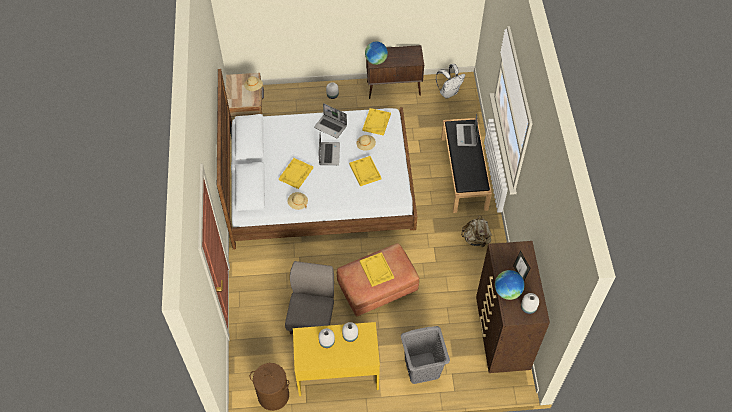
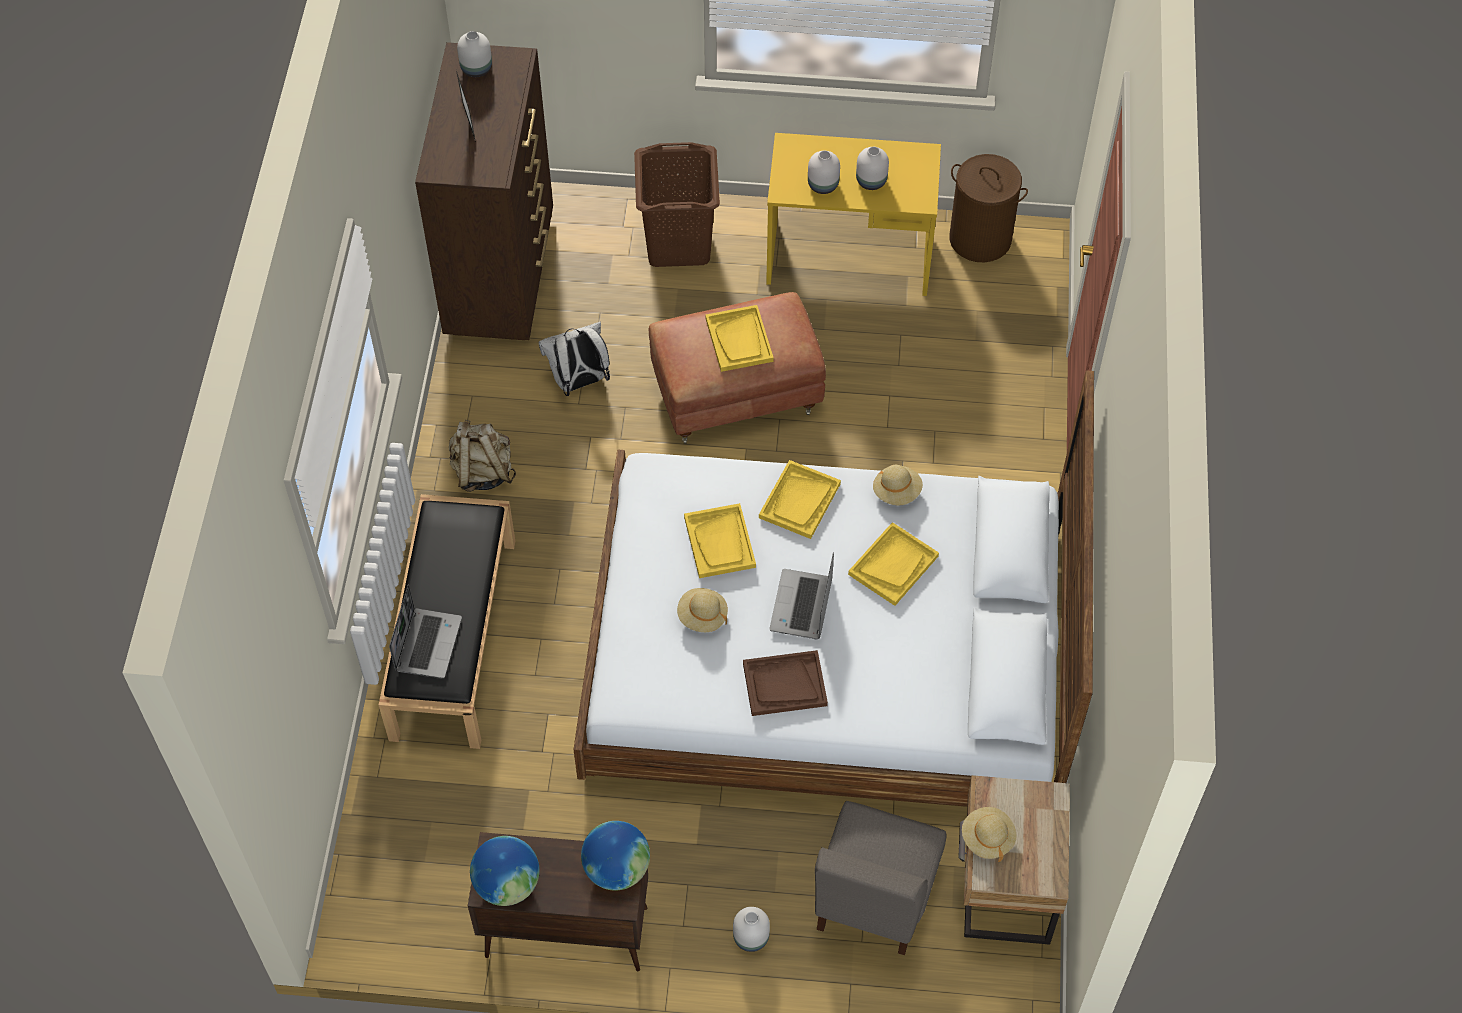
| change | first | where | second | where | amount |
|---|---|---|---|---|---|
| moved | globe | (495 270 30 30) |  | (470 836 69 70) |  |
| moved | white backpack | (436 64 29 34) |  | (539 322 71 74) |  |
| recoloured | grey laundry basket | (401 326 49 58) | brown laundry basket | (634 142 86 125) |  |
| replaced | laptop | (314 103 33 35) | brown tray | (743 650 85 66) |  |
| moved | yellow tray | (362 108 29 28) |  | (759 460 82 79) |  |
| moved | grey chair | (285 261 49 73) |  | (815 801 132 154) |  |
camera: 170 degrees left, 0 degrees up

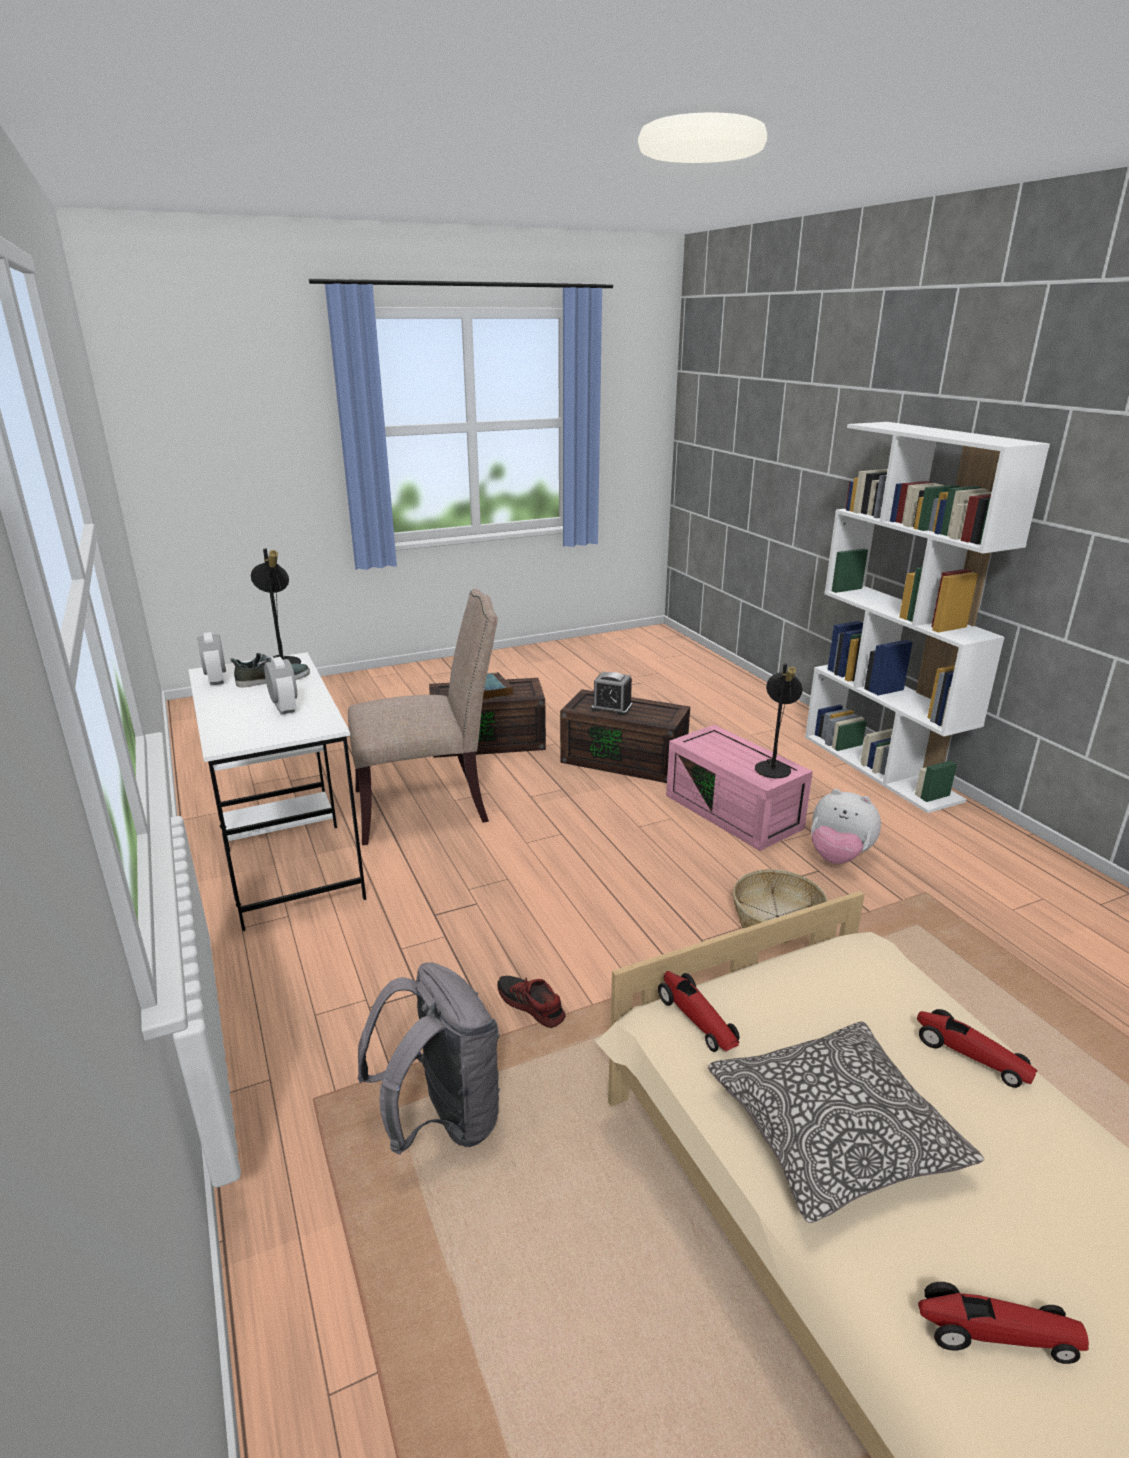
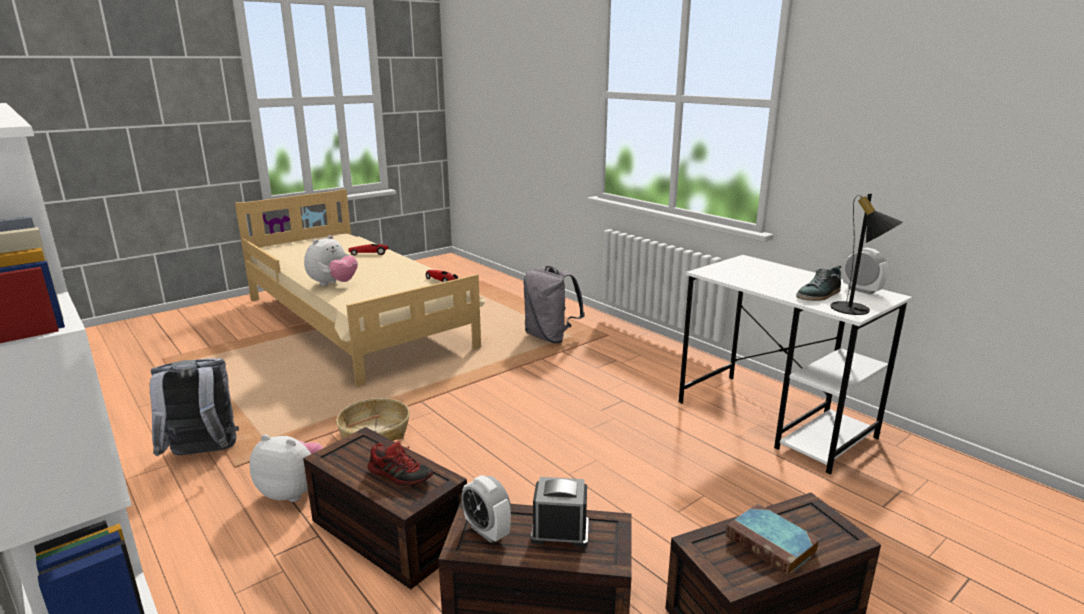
| change | first | where | second | where | amount |
|---|---|---|---|---|---|
| added |  |  | grey backpack | (150 358 89 98) |  |
| recoloured | pink storage box | (666 725 147 126) | brown storage box | (303 427 164 162) |  |
| replaced | toy car | (917 1009 120 79) | plush toy | (304 235 54 51) |  |
| moved | shoe | (497 976 69 52) |  | (368 441 65 44) |  |
| moved | alarm clock | (264 657 33 58) |  | (462 475 49 68) |  |
| removed | beige chair | (348 589 150 256) |  |  |  |
| removed | pillow | (708 1022 276 201) |  |  |  |
| removed | black table lamp | (755 663 48 115) |  |  |  |
camera: 165 degrees right, 5 degrees down

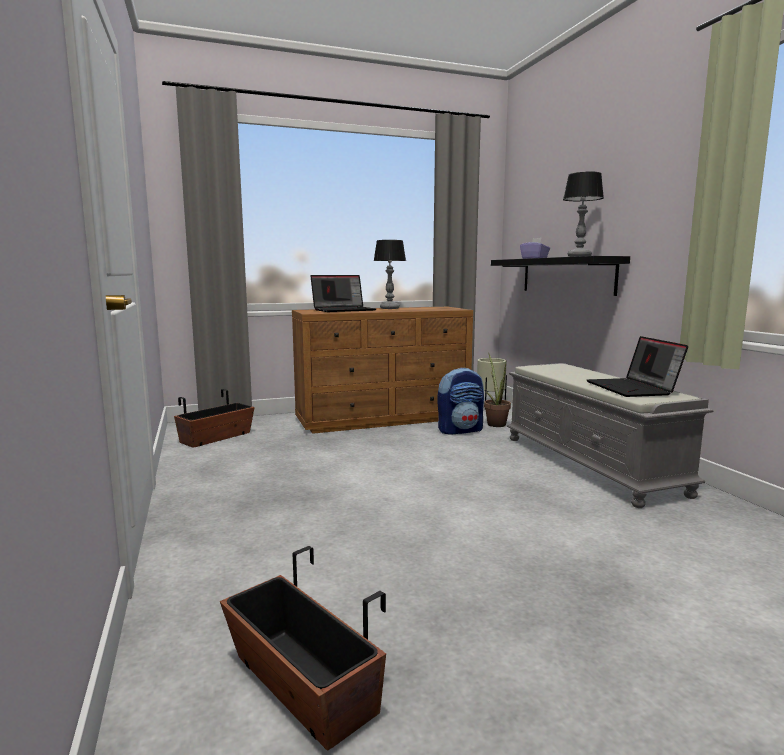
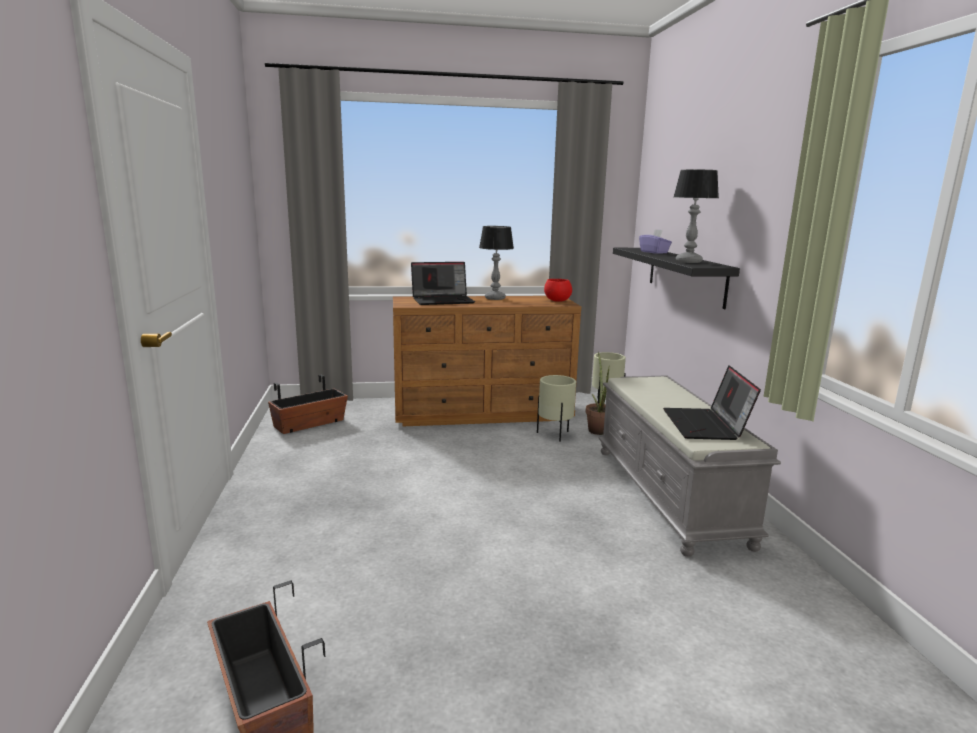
| change | first | where | second | where | amount |
|---|---|---|---|---|---|
| replaced | backpack | (437 368 47 67) | beige planter | (537 375 39 67) |  |
| added |  |  | red bowl | (544 279 28 23) |  |
camera: 10 degrees right, 5 degrees up

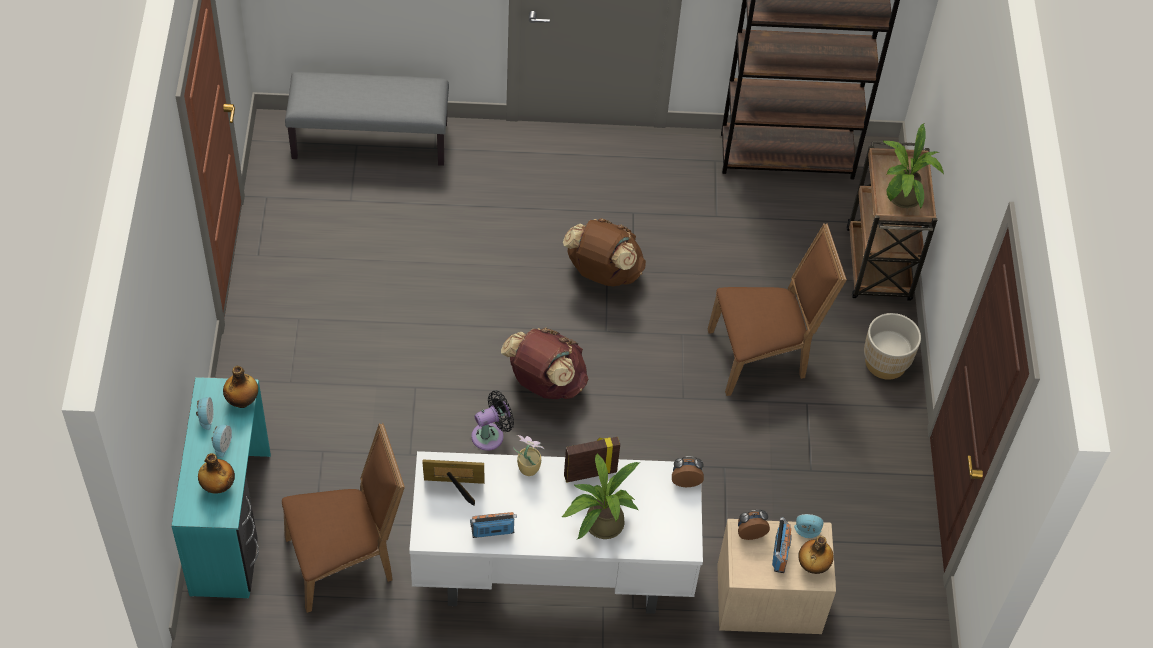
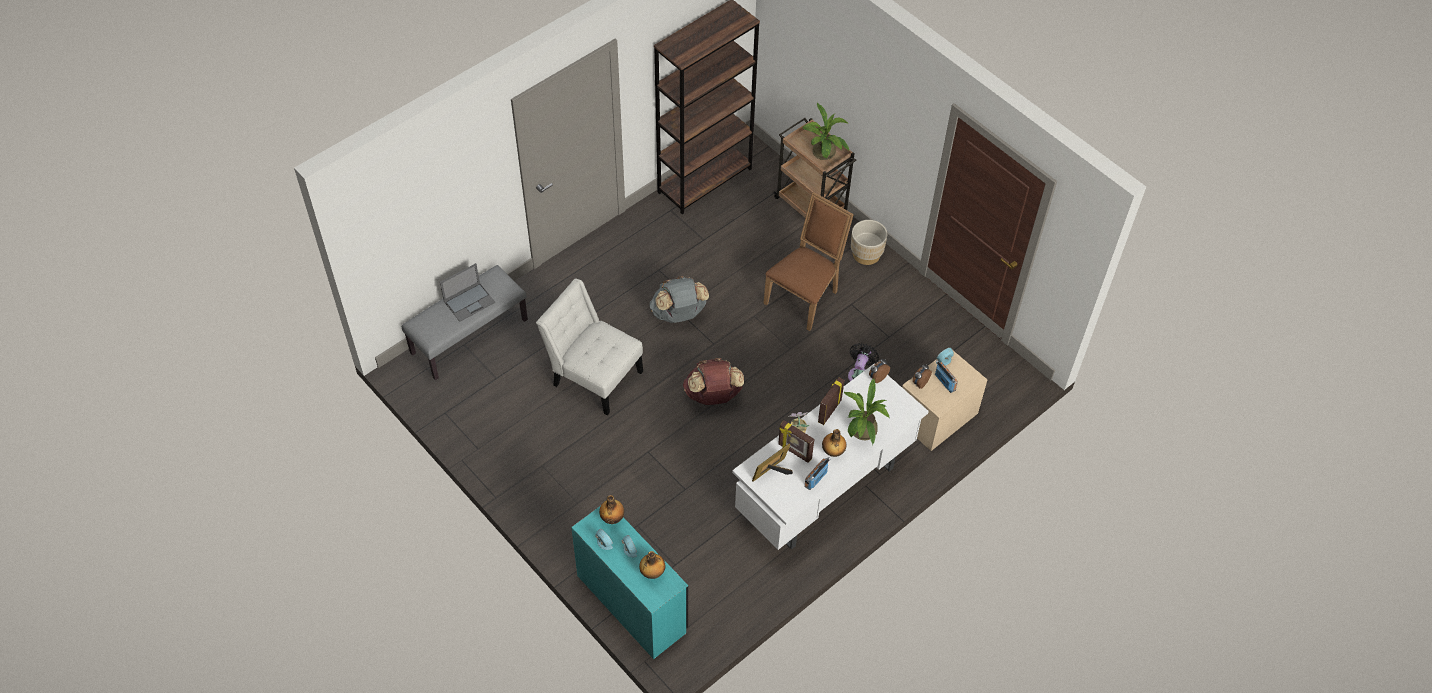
| change | first | where | second | where | amount |
|---|---|---|---|---|---|
| added |  |  | laptop | (440 263 55 59) |  |
| added |  |  | white chair | (536 278 107 137) |  |
| recoloured | brown backpack | (563 218 83 68) | grey backpack | (650 276 59 47) |  |
| added |  |  | picture frame | (778 420 36 43) |  |
| moved | bottle | (798 536 36 38) |  | (822 429 25 28) |  |
| moved | black fan | (472 391 42 60) |  | (848 343 31 38) |  |
| removed | brown chair | (282 423 123 190) |  |  |  |
camera: 40 degrees left, 0 degrees up

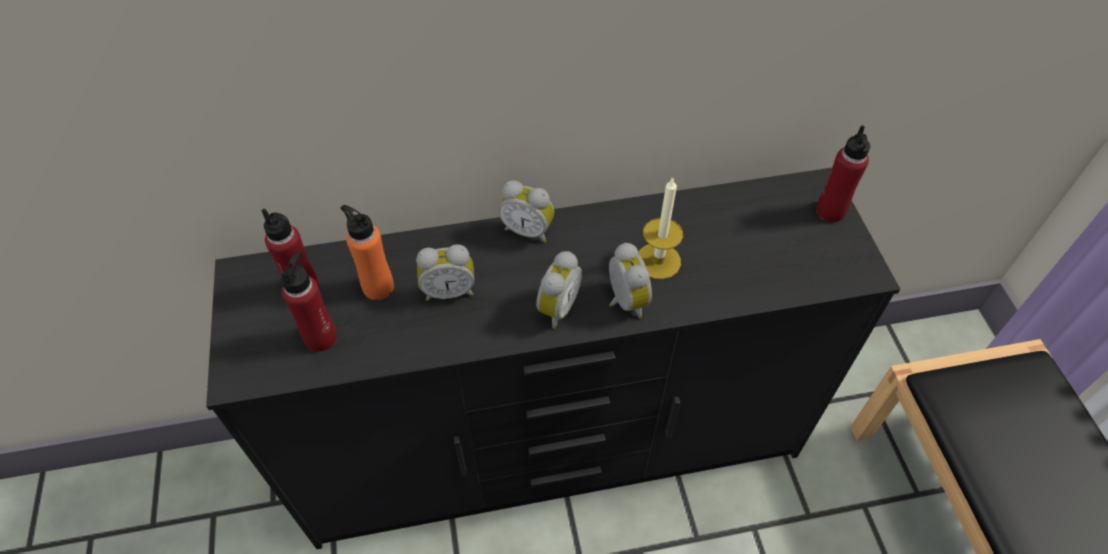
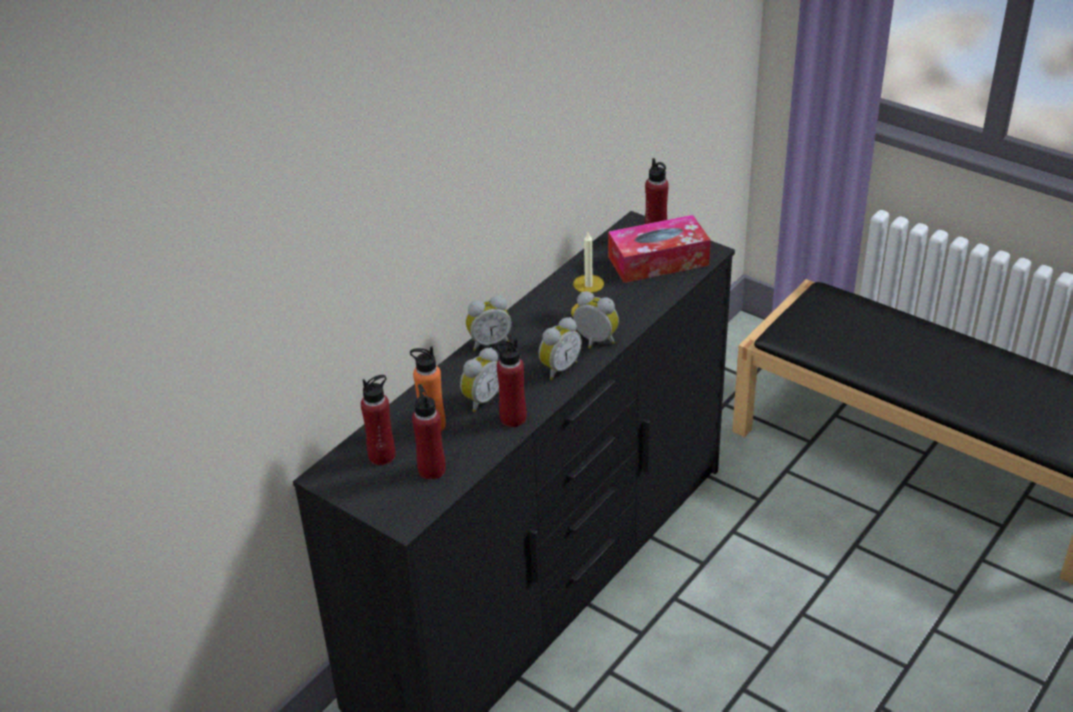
| change | first | where | second | where | amount |
|---|---|---|---|---|---|
| added |  |  | red bottle | (495 339 32 88) |  |
| turned | alarm clock | (536 251 46 78) |  | (539 317 43 63) | 60 degrees clockwise |
| added |  |  | tissue box | (608 215 103 68) |  |
camera: 40 degrees left, 15 degrees down

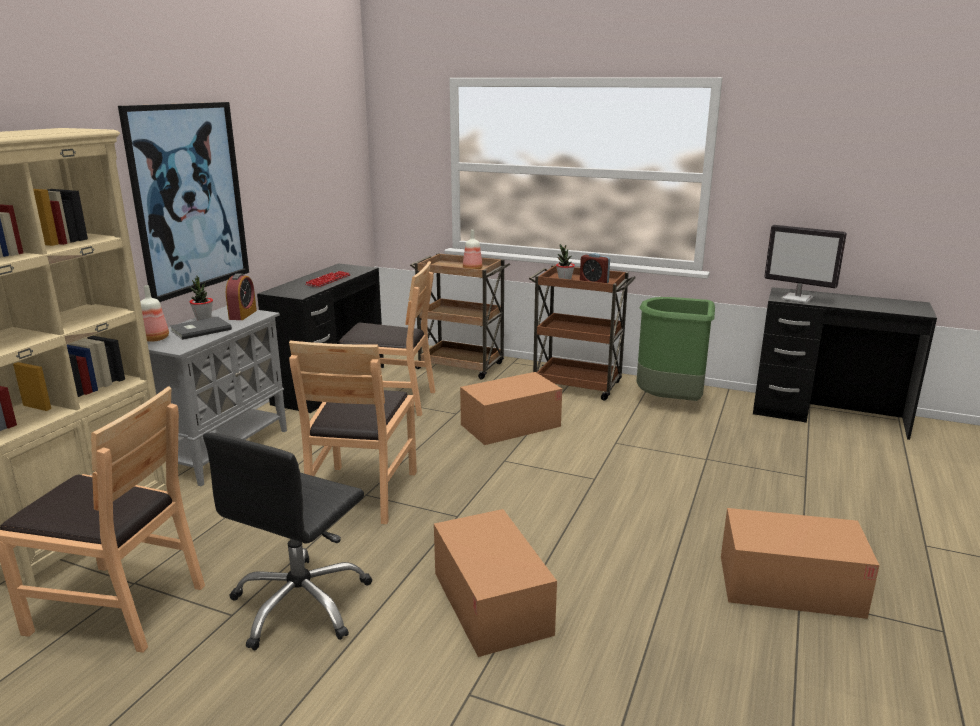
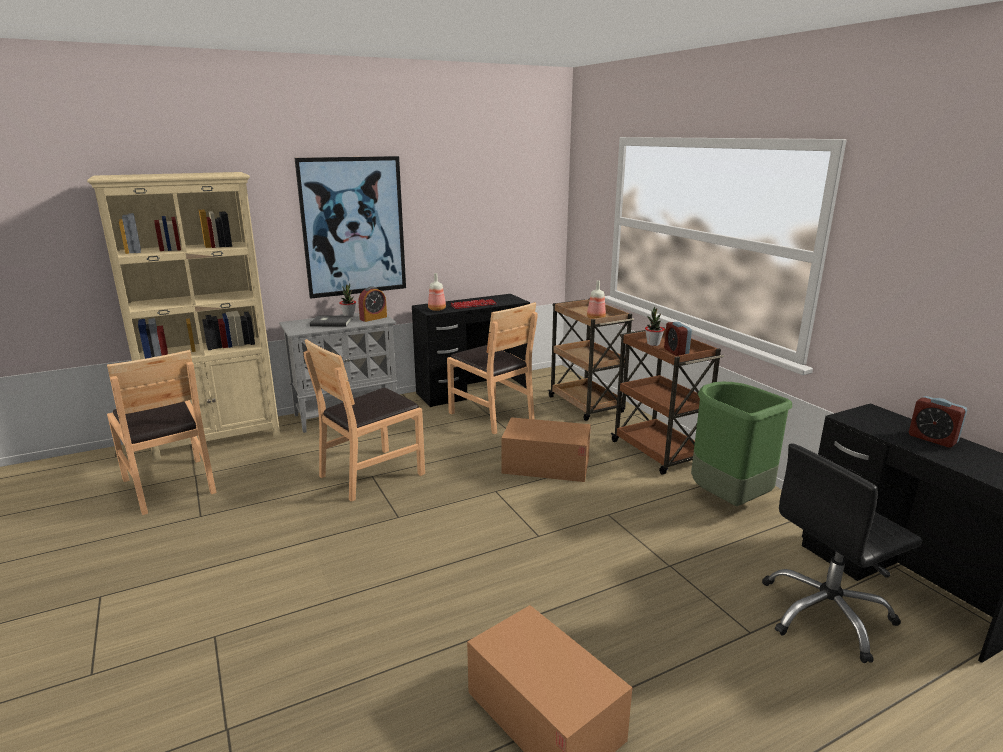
| change | first | where | second | where | amount |
|---|---|---|---|---|---|
| moved | bottle | (140 285 29 57) |  | (428 273 18 38) |  |
| moved | black office chair | (203 432 169 218) |  | (762 443 160 220) |  |
| added |  |  | alarm clock | (909 396 58 51) |  |
| removed | cardboard box | (434 509 123 148) |  |  |  |
| removed | monitor | (764 225 83 78) |  |  |  |
camera: 40 degrees right, 0 degrees up

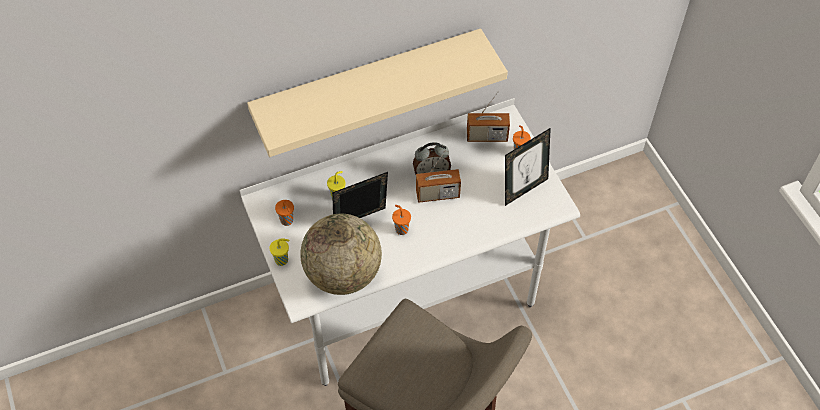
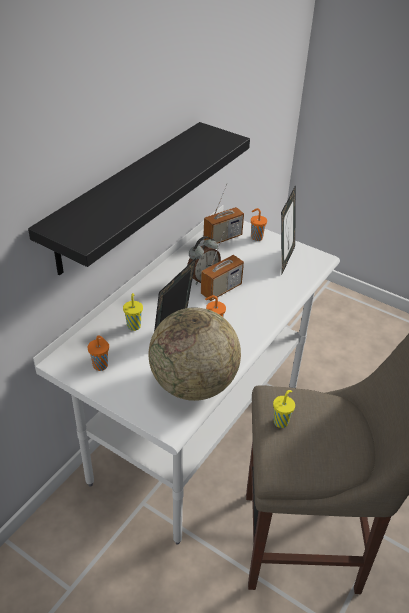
| change | first | where | second | where | amount |
|---|---|---|---|---|---|
| recoloured | beige shelf | (247 28 261 129) | black shelf | (28 122 222 153) |  |
| moved | yellow cup | (269 238 20 28) |  | (273 390 22 38) |  |
camera: 35 degrees left, 15 degrees down

